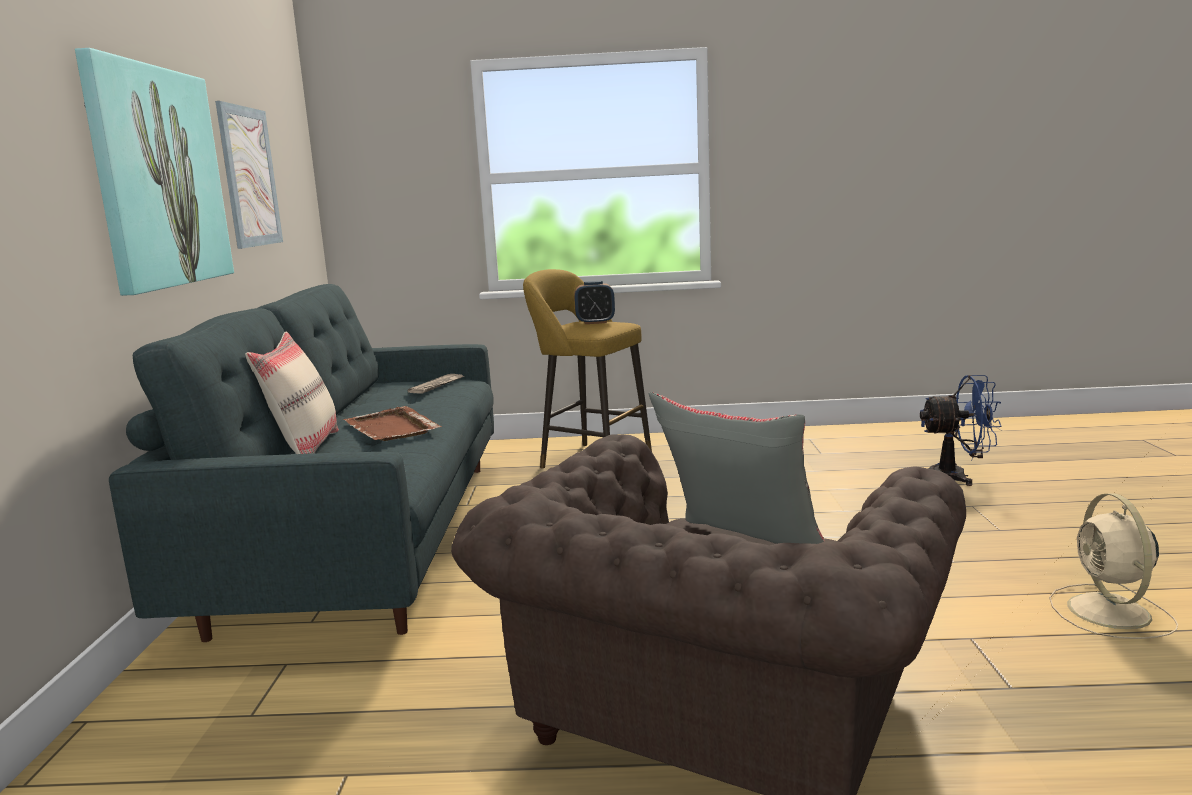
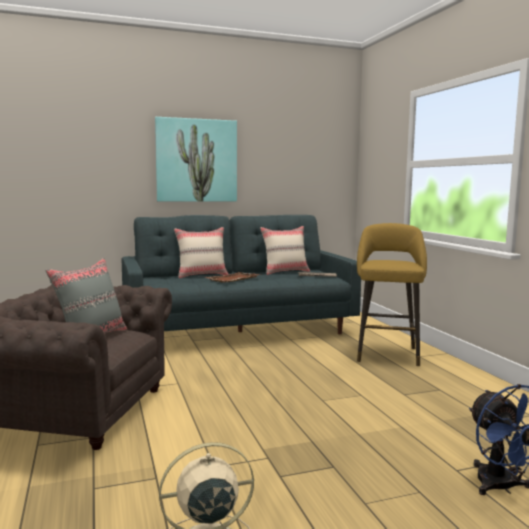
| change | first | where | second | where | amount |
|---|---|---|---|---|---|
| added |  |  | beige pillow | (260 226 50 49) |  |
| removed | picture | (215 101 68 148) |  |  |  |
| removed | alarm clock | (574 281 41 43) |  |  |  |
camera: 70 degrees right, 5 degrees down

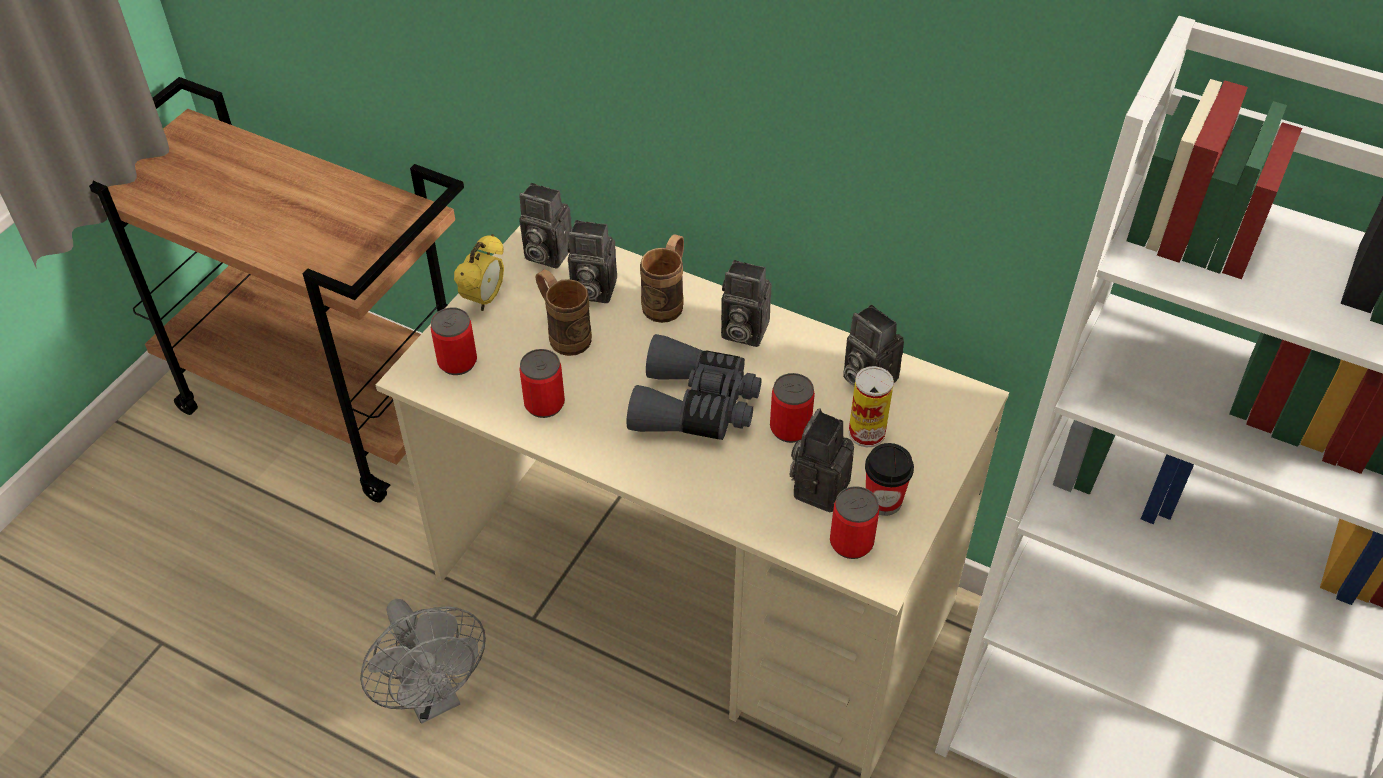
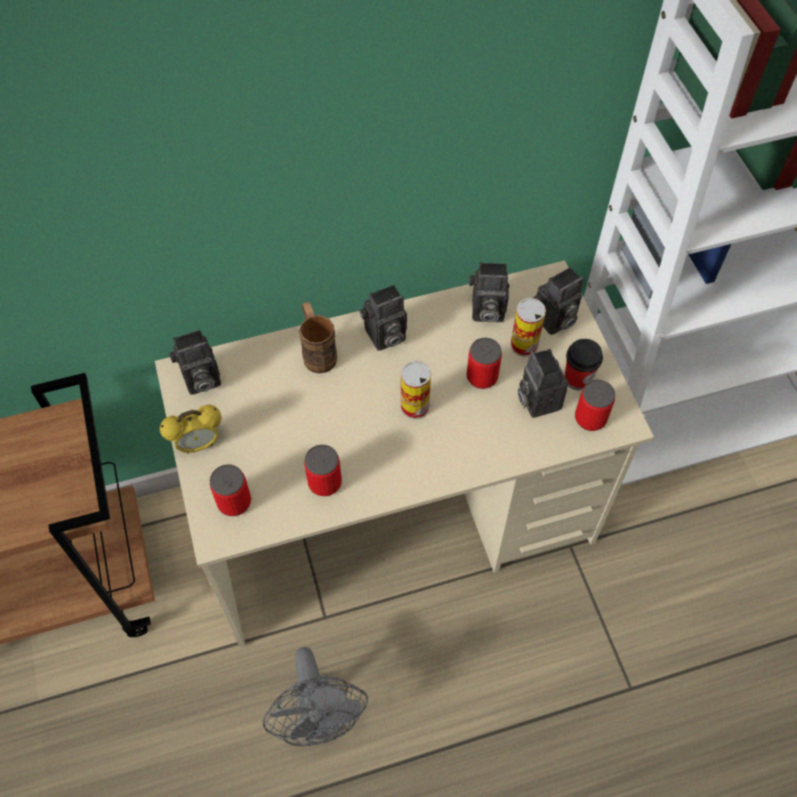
| change | first | where | second | where | amount |
|---|---|---|---|---|---|
| turned | alarm clock | (454 234 50 77) |  | (160 404 62 49) | 90 degrees clockwise |
| turned | grey fan | (360 599 126 125) |  | (262 647 106 99) | 60 degrees clockwise |
| replaced | grey binoculars | (627 334 135 106) | can | (401 361 30 59) |  |
| moved | photo camera | (567 220 50 83) |  | (534 267 49 68) |  |
| removed | brown mug | (535 269 57 87) |  |  |  |
camera: 45 degrees left, 10 degrees up

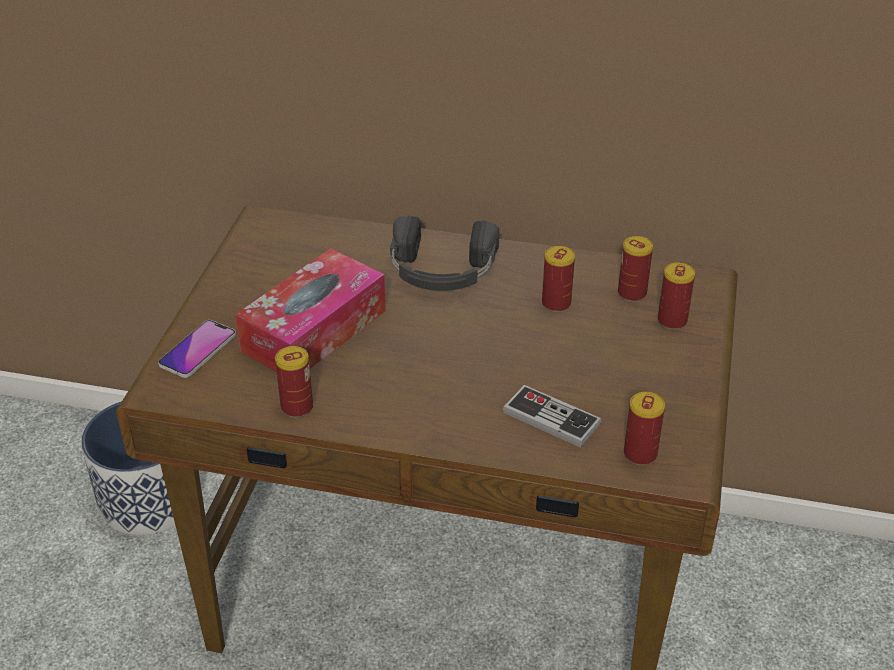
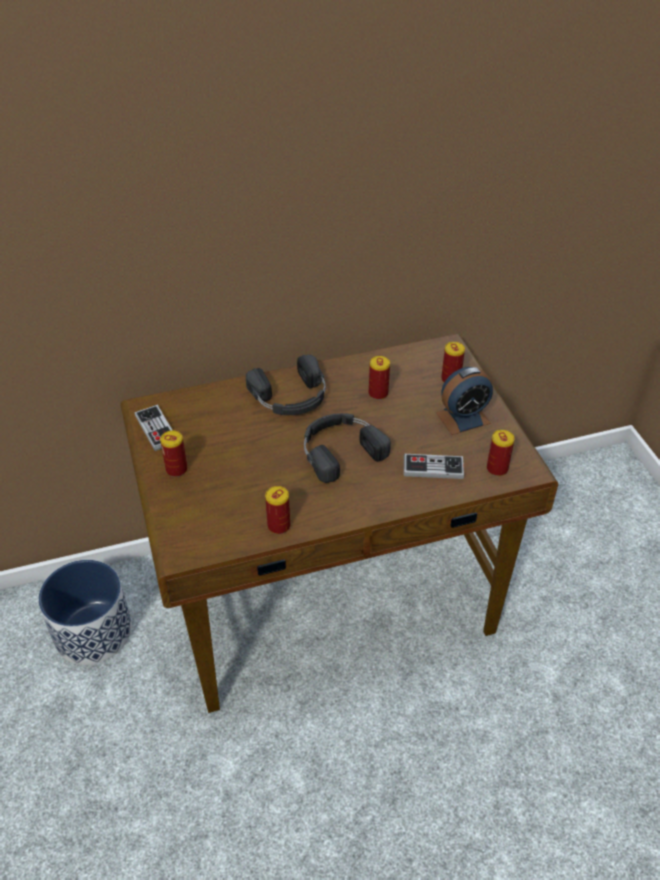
| change | first | where | second | where | amount |
|---|---|---|---|---|---|
| added |  |  | game controller | (134 405 38 46) |  |
| moved | can | (618 236 35 66) |  | (160 430 28 47) |  |
| added |  |  | black headphones | (304 413 87 70) |  |
| added |  |  | alarm clock | (436 367 57 68) |  |
| removed | phone | (158 320 78 58) |  |  |  |
| removed | tissue box | (235 248 151 124) |  |  |  |
camera: 30 degrees left, 5 degrees up

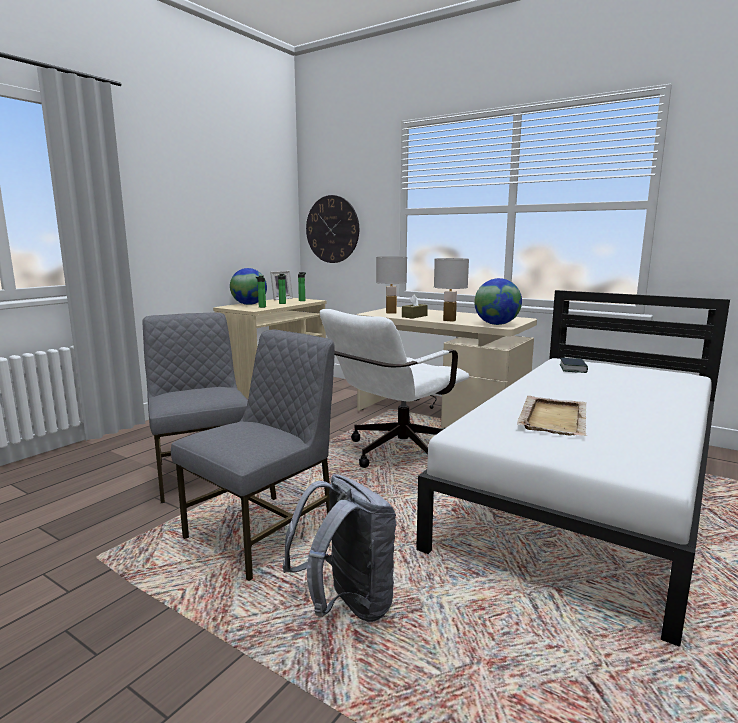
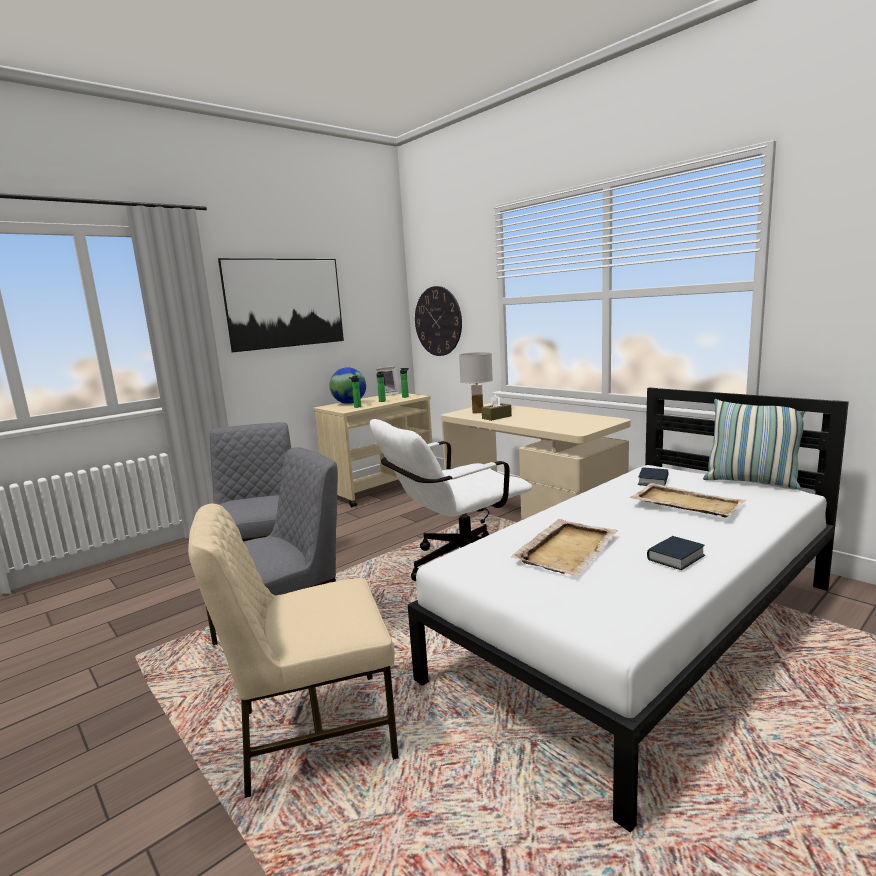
| change | first | where | second | where | amount |
|---|---|---|---|---|---|
| replaced | grey backpack | (283 474 114 148) | beige chair | (188 504 211 294) |  |
| added |  |  | picture | (218 258 126 94) |  |
| added |  |  | beige tray | (629 483 118 34) |  |
| added |  |  | book | (647 536 58 34) |  |
| added |  |  | pillow | (703 399 103 90) |  |
| removed | white table lamp | (434 258 35 64) |  |  |  |
| removed | globe | (474 278 48 47) |  |  |  |
camera: 15 degrees right, 0 degrees up

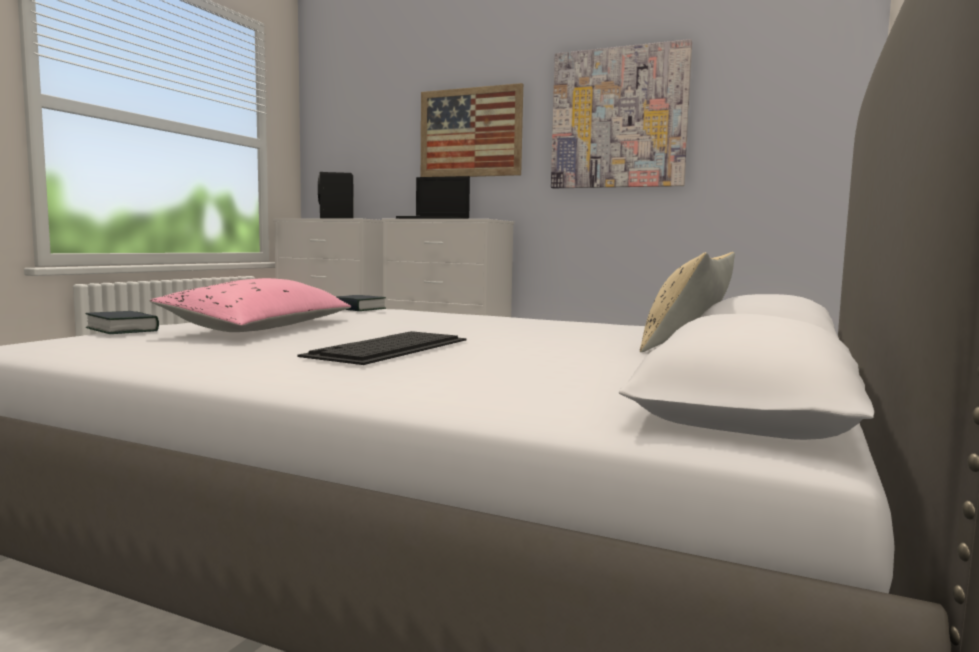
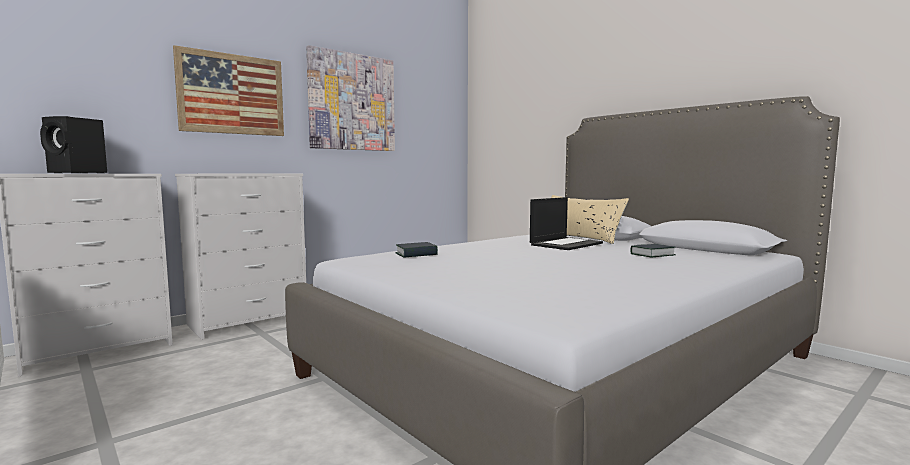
| change | first | where | second | where | amount |
|---|---|---|---|---|---|
| moved | laptop | (396 176 74 43) |  | (530 197 73 53) |  |
| moved | book | (86 311 73 23) |  | (630 244 46 13) |  |
| removed | pink pillow | (149 278 202 54) |  |  |  |
| removed | keyboard | (297 331 170 34) |  |  |  |
camera: 65 degrees left, 0 degrees up

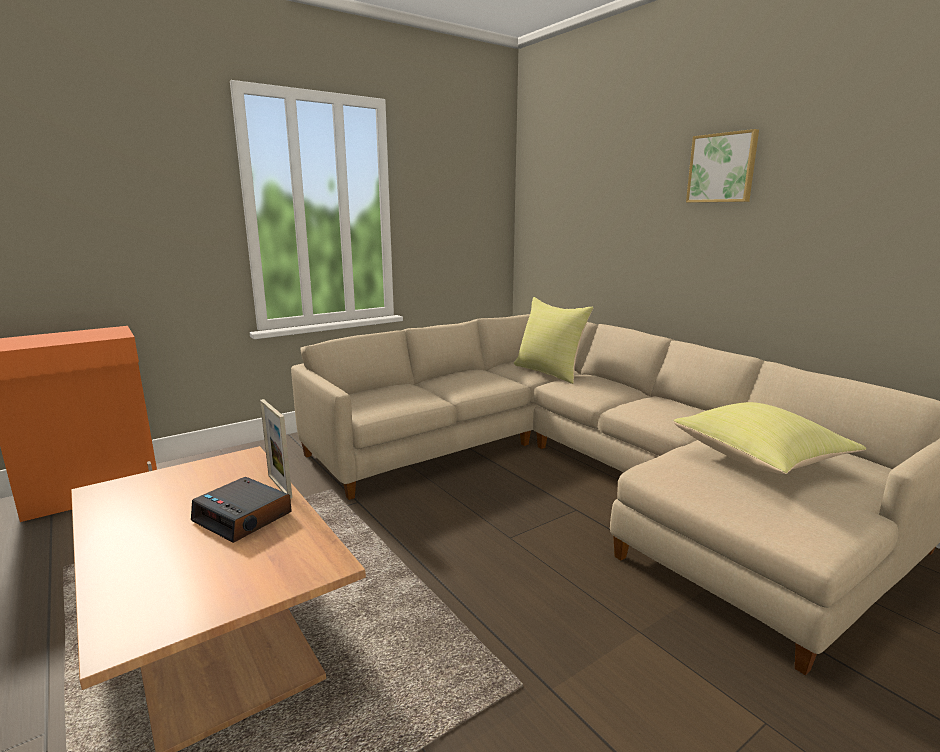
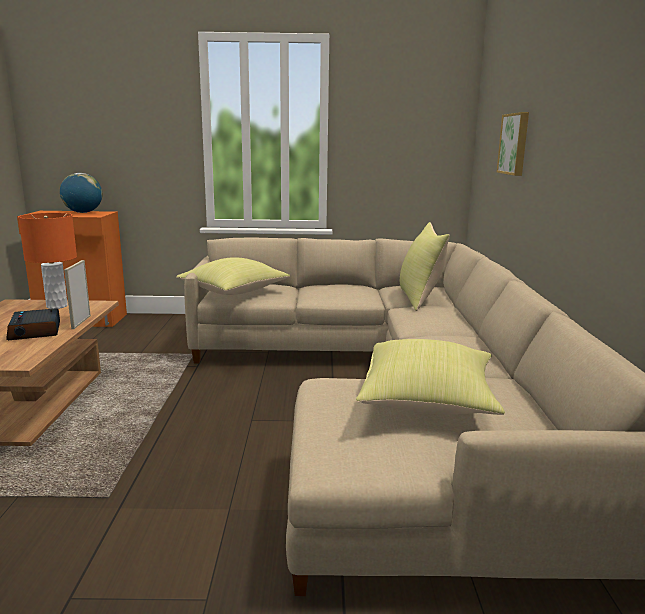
| change | first | where | second | where | amount |
|---|---|---|---|---|---|
| added |  |  | orange table lamp | (18 213 59 96) |  |
| added |  |  | globe | (60 173 42 40) |  |
| added |  |  | yellow pillow | (176 257 114 38) |  |
| moved | picture | (686 129 73 74) |  | (497 112 32 64) |  |
camera: 35 degrees right, 0 degrees up

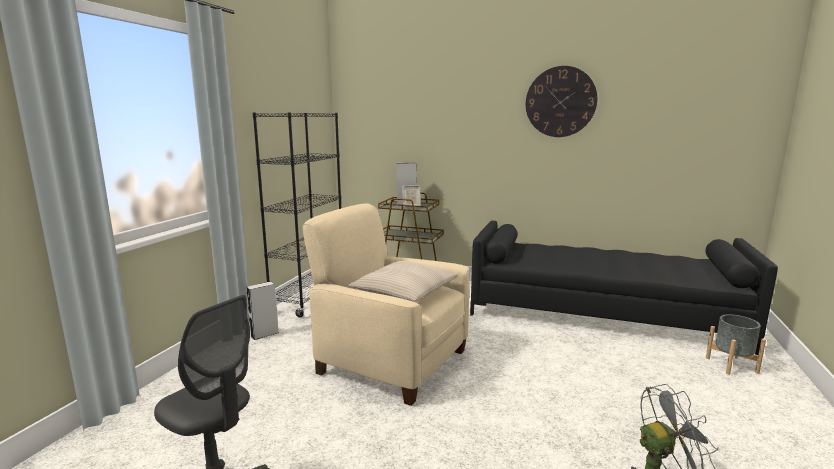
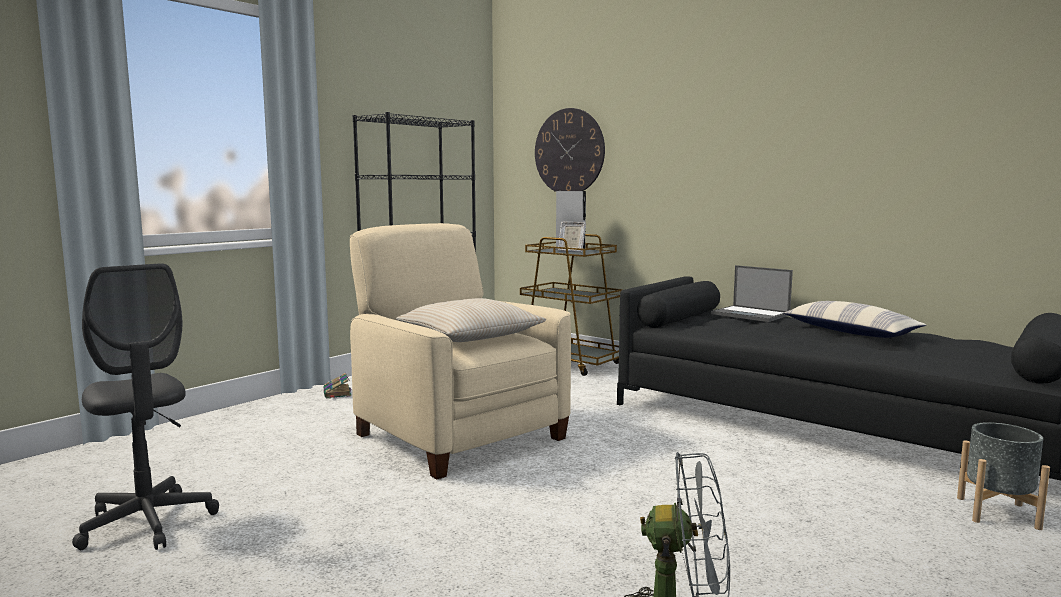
| change | first | where | second | where | amount |
|---|---|---|---|---|---|
| replaced | grey speaker | (246 281 33 59) | book | (323 373 28 25) |  |
| moved | wall clock | (526 66 71 71) |  | (535 108 70 84) |  |
| added |  |  | laptop | (711 265 82 57) |  |
| added |  |  | pillow | (784 301 142 37) |  |
camera: 20 degrees right, 5 degrees down

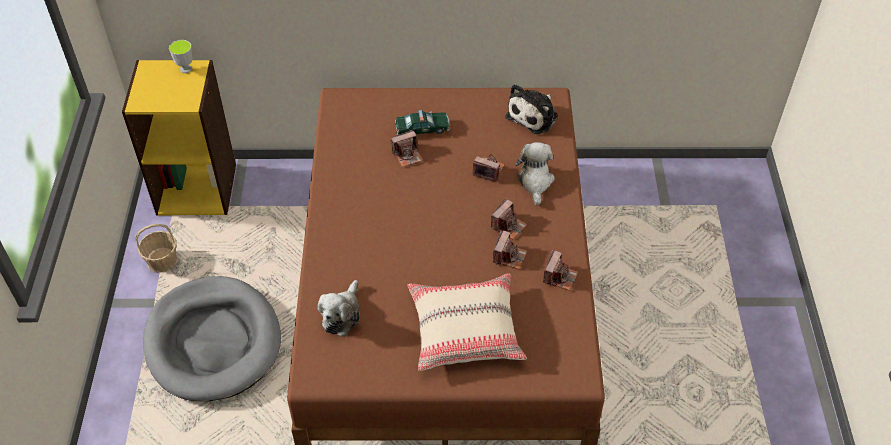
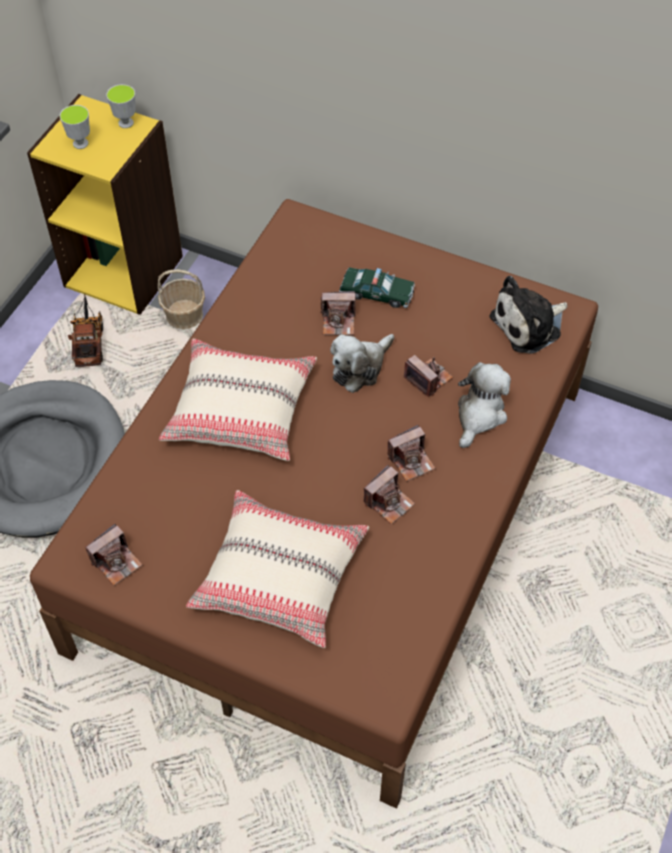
| change | first | where | second | where | amount |
|---|---|---|---|---|---|
| added |  |  | cup | (60 105 30 44) |  |
| added |  |  | toy truck | (68 294 35 73) |  |
| moved | photo camera | (543 250 35 41) |  | (85 524 58 62) |  |
| moved | basket | (135 224 42 49) |  | (158 269 47 61) |  |
| added |  |  | beige pillow | (159 339 158 122) |  |
| moved | plush toy | (318 280 42 57) |  | (330 334 64 59) |  |
camera: 25 degrees right, 5 degrees up

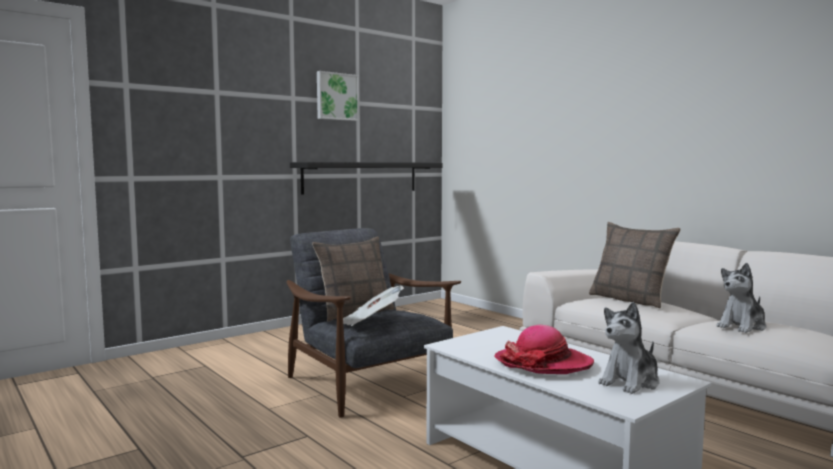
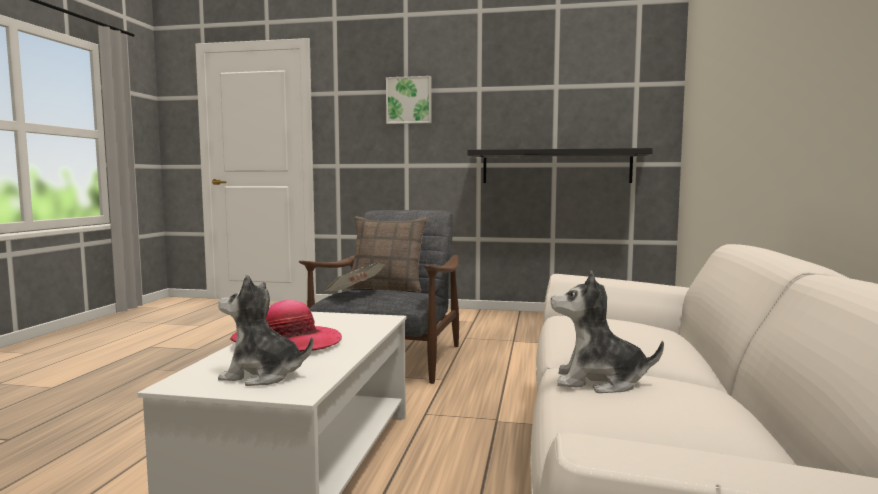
| change | first | where | second | where | amount |
|---|---|---|---|---|---|
| moved | picture | (317 71 42 50) |  | (386 76 46 48) |  |
| removed | pillow | (589 222 92 87) |  |  |  |
camera: 50 degrees right, 0 degrees up

